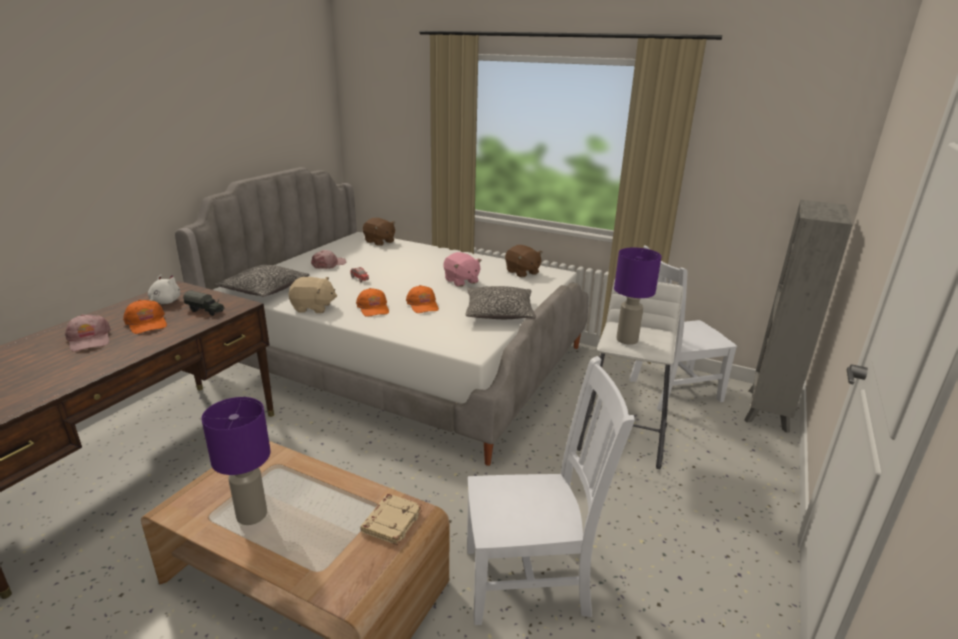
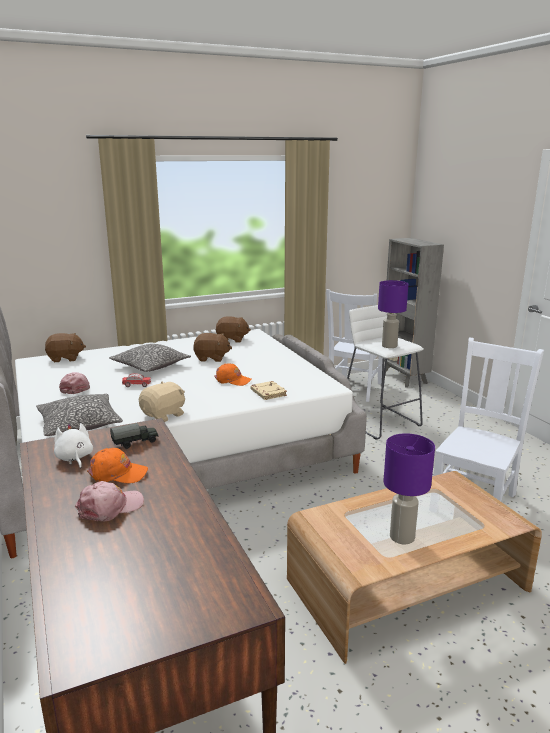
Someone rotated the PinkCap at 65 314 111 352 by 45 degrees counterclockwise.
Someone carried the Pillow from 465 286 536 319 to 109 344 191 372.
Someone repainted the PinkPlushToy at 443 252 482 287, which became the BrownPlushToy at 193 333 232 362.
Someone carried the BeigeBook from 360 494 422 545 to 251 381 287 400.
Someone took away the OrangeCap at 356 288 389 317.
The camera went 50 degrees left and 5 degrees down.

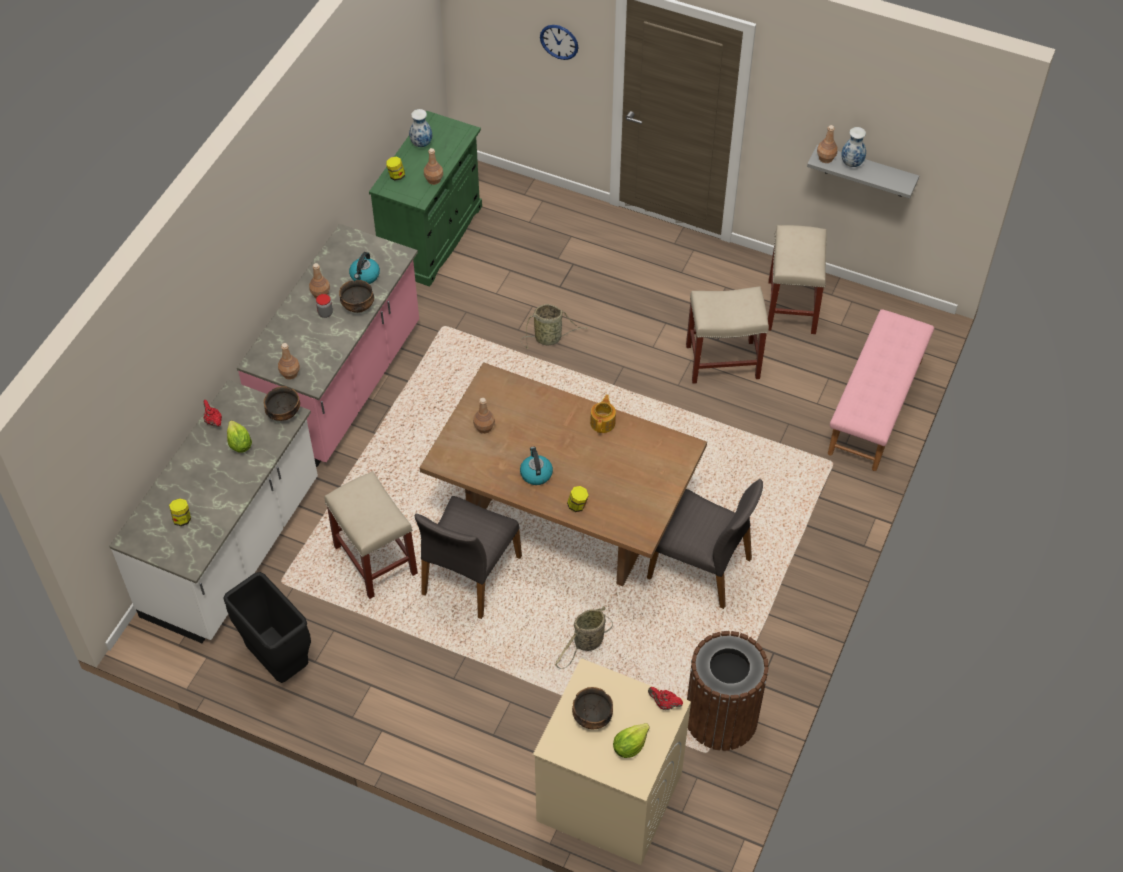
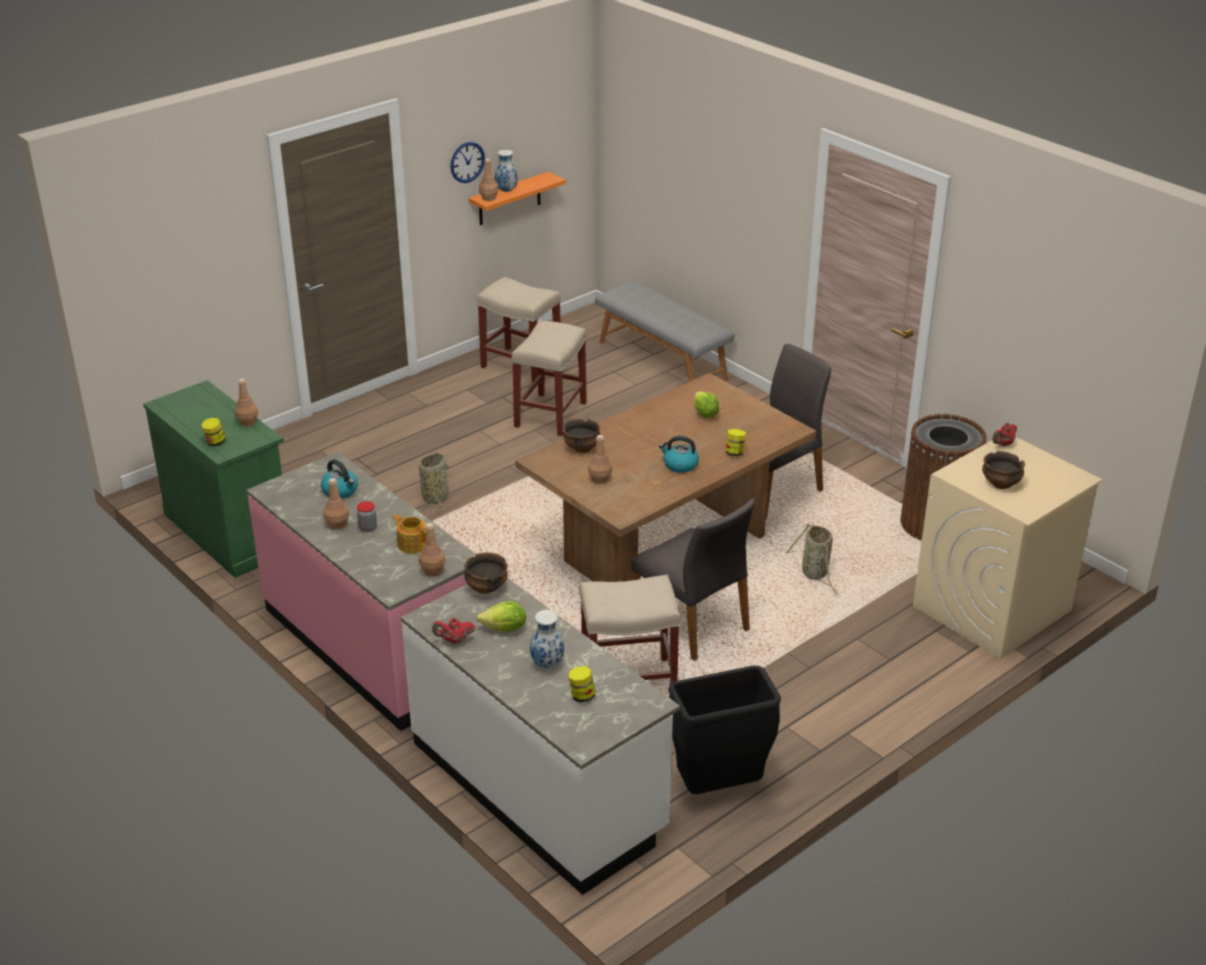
Someone carried the Teapot from 590 395 616 433 to 393 514 426 554.
Someone carried the WallClock from 540 25 578 60 to 450 142 485 183.
Someone repainted the GreyShelf at 807 145 919 198, which became the OrangeShelf at 469 172 566 225.
Someone carried the Vase from 409 109 432 147 to 530 610 564 668.
Someone carried the Bowl from 339 280 374 313 to 563 419 601 453.
Someone repainted the PinkBench at 828 309 934 471, which became the GreyBench at 595 282 735 382.
Someone carried the Lettuce from 613 723 650 758 to 694 391 719 418.
The camera went 65 degrees left and 20 degrees down.

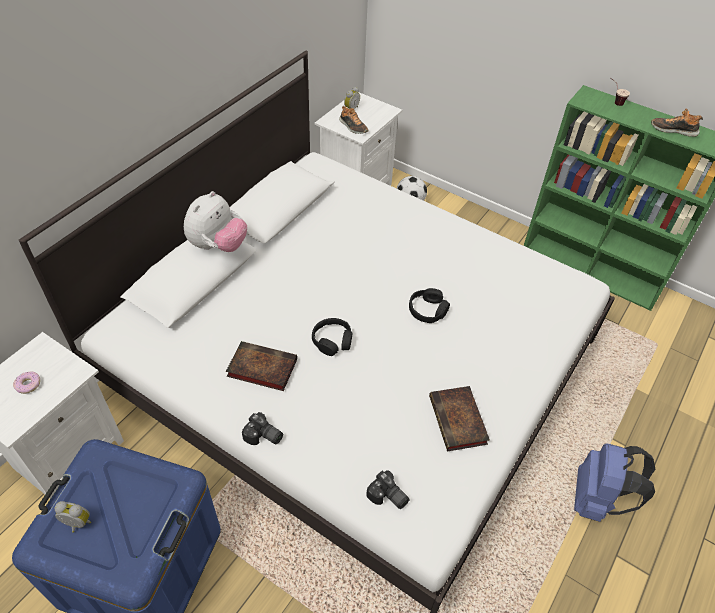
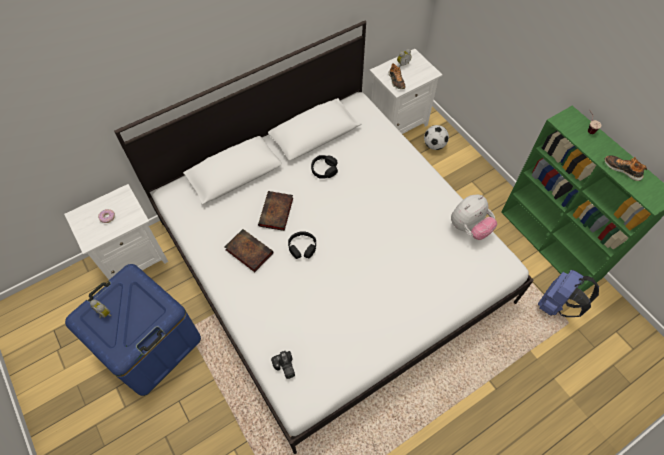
Someone carried the Book from 429 386 490 451 to 258 191 293 231.
Someone carried the BlackHeadphones from 409 288 450 323 to 311 155 338 179.
Someone carried the PlushToy from 184 191 247 252 to 451 195 497 240.
Someone carried the BlueBackpack from 574 444 656 522 to 538 270 599 317.
Someone took away the PhotoCamera at 242 412 283 445.
The camera went 25 degrees right and 10 degrees up.

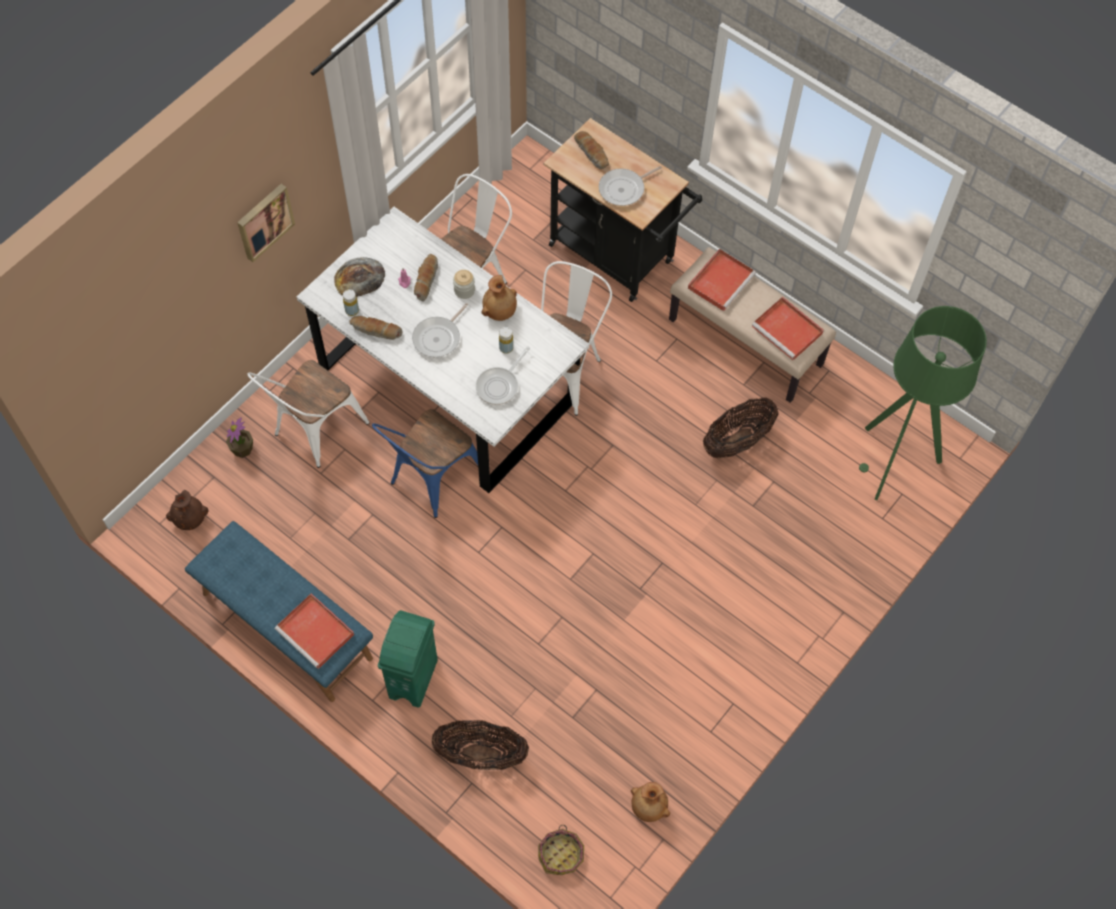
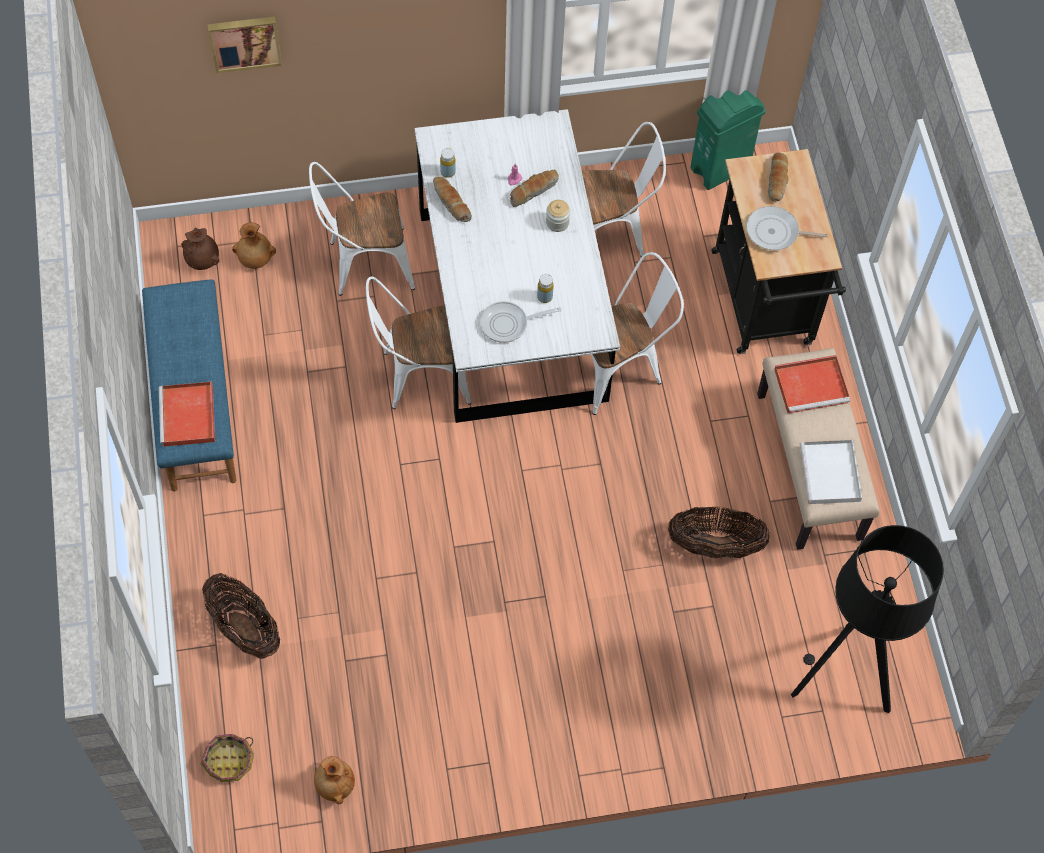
Someone carried the Picture from 237 184 295 262 to 207 17 282 73.
Someone carried the BrownVase from 482 275 517 321 to 232 222 276 269.
Someone repainted the BlueChair at 372 409 478 518, which became the WhiteChair at 366 276 471 409.
Someone carried the GreenTrashCan from 378 610 438 708 to 690 90 766 190.
Someone repainted the GreenFloorLamp at 859 306 987 500, which became the BlackFloorLamp at 791 525 944 713.
Someone repainted the RedTray at 752 297 824 360, which became the WhiteTray at 800 440 862 504.
Someone took away the PottedPlant at 226 417 253 458.
Someone took away the Bread at 334 257 385 297.
Someone took away the FryingPan at 412 303 468 357.
The camera went 40 degrees right and 0 degrees up.

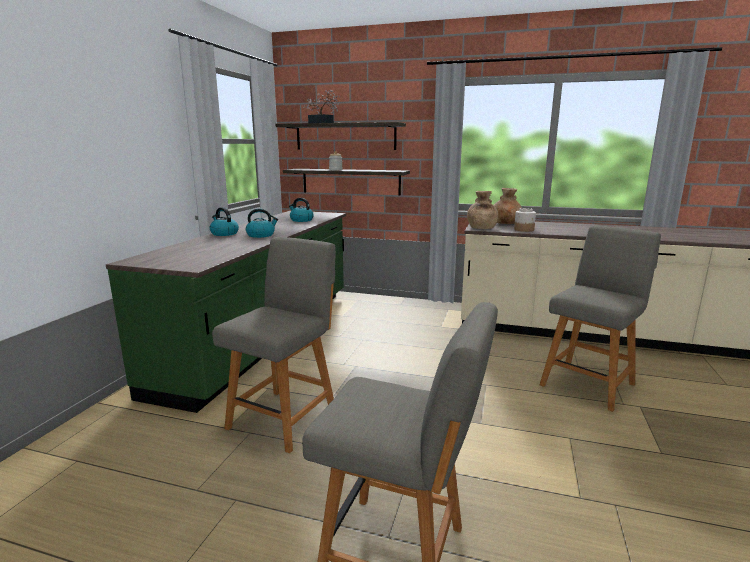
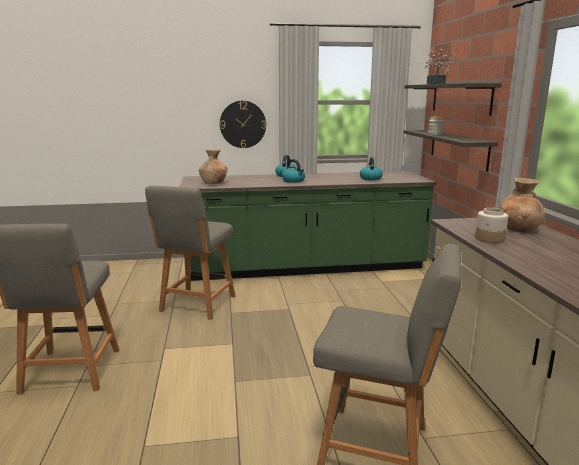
Someone rotated the GreyChair at 212 237 336 453 by 105 degrees clockwise.
Someone carried the BrownVase from 467 191 499 229 to 199 149 228 184.
Someone put up the WallClock at 220 101 266 148.
The camera went 65 degrees right and 0 degrees up.

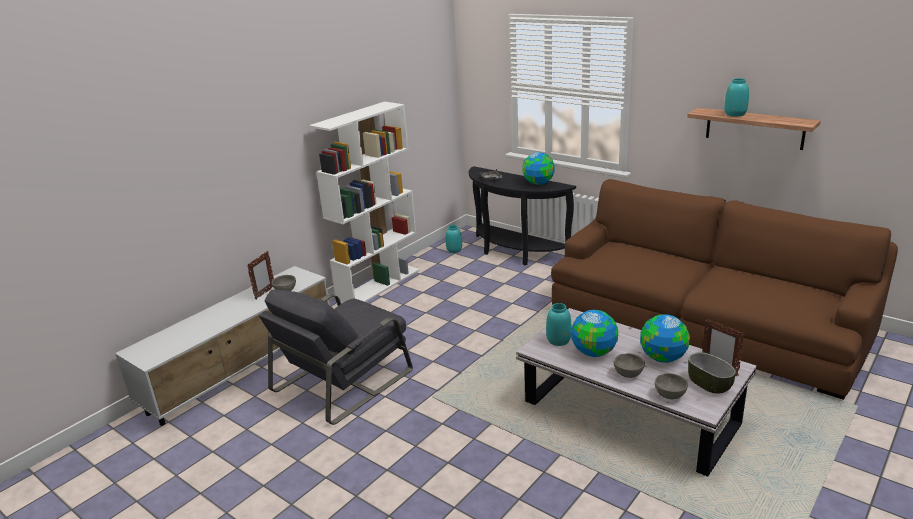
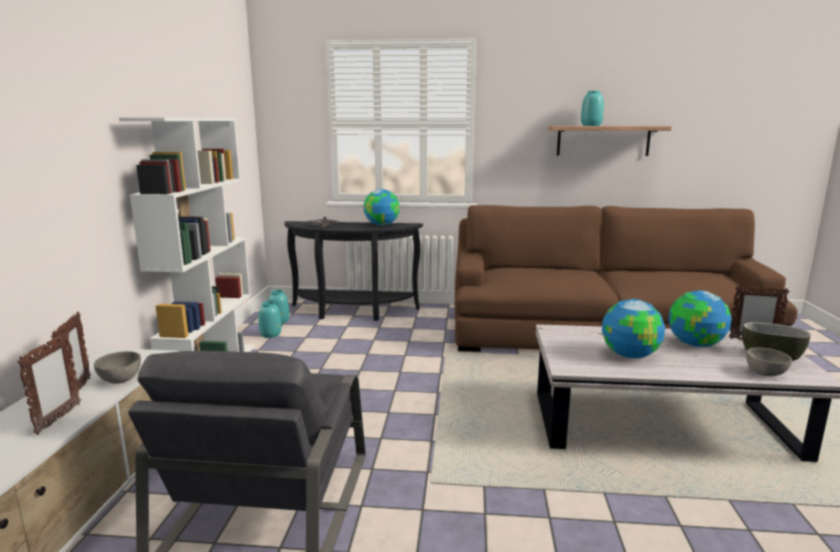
Someone put down the PictureFrame at 17 331 81 435.
Someone carried the TurquoiseVase from 546 303 572 346 to 259 301 282 338.
Someone took away the GreyBowl at 614 353 645 378.
The camera went 35 degrees left and 10 degrees down.

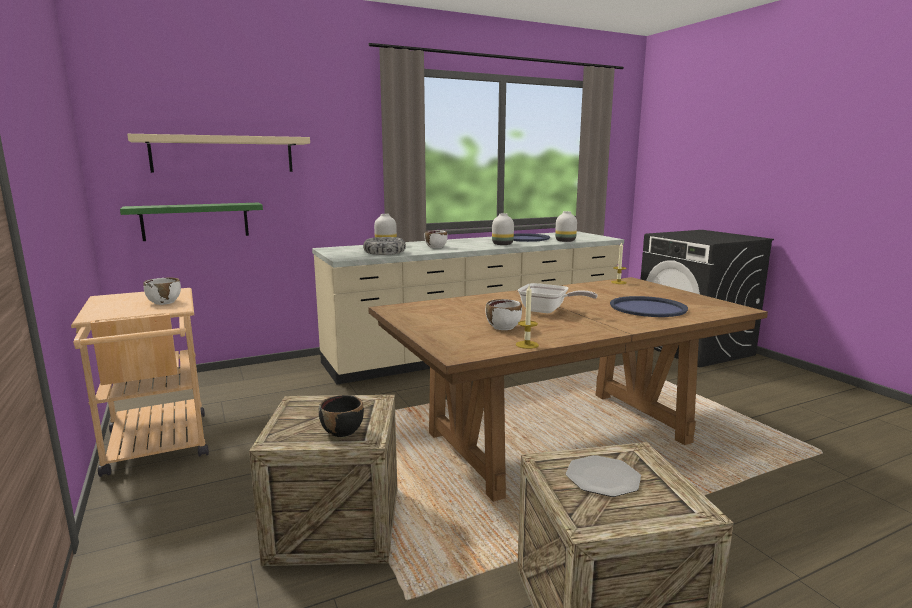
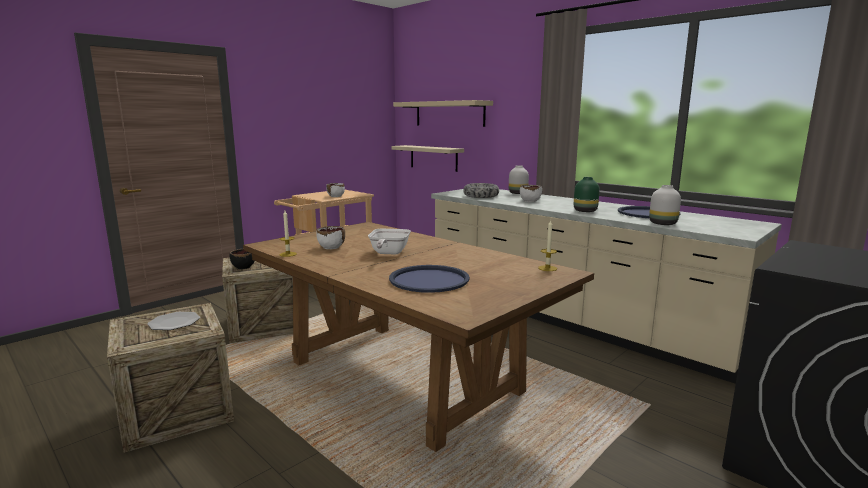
Someone repainted the GreenShelf at 120 203 263 241, which became the BeigeShelf at 392 145 464 172.
Someone repainted the WhiteVase at 492 213 514 245, which became the GreenVase at 574 177 600 212.
The camera went 70 degrees right and 0 degrees up.

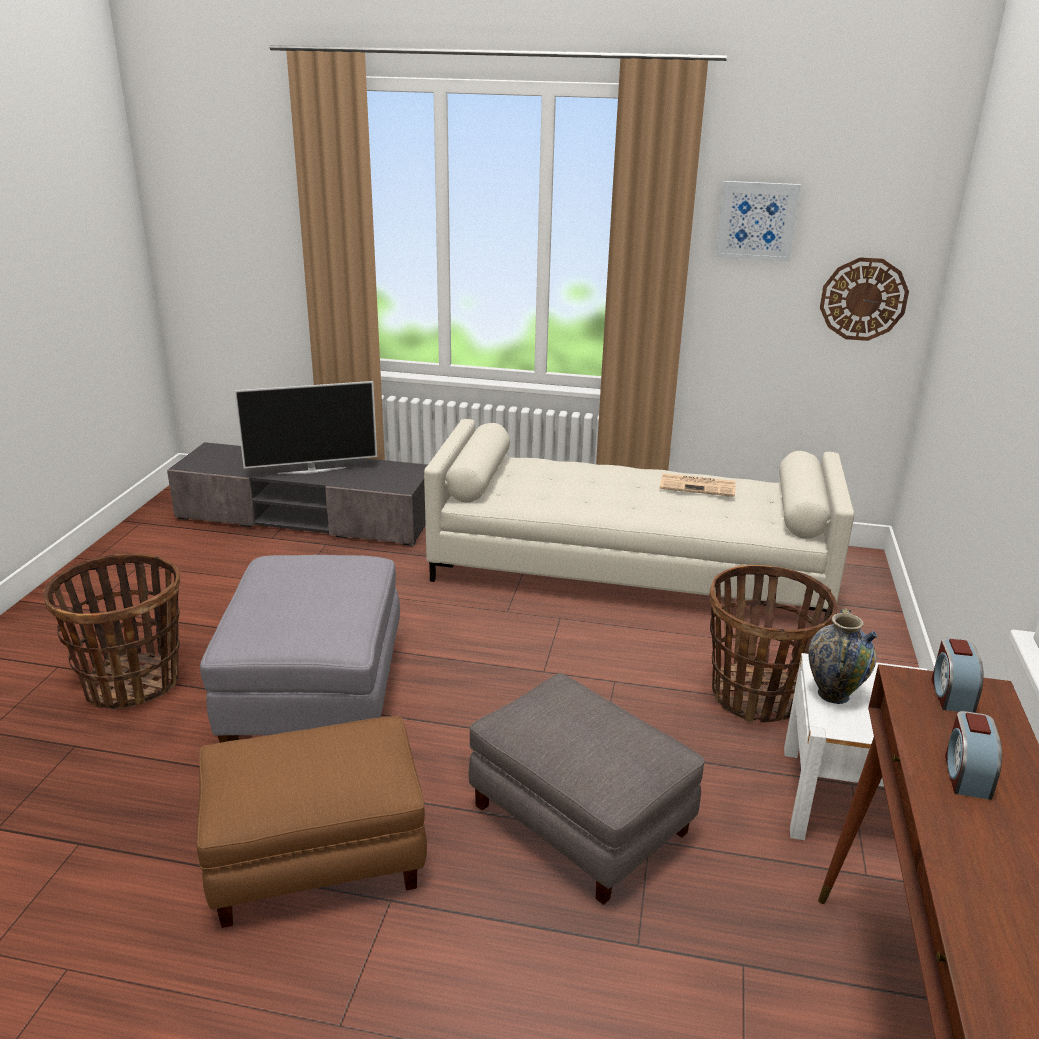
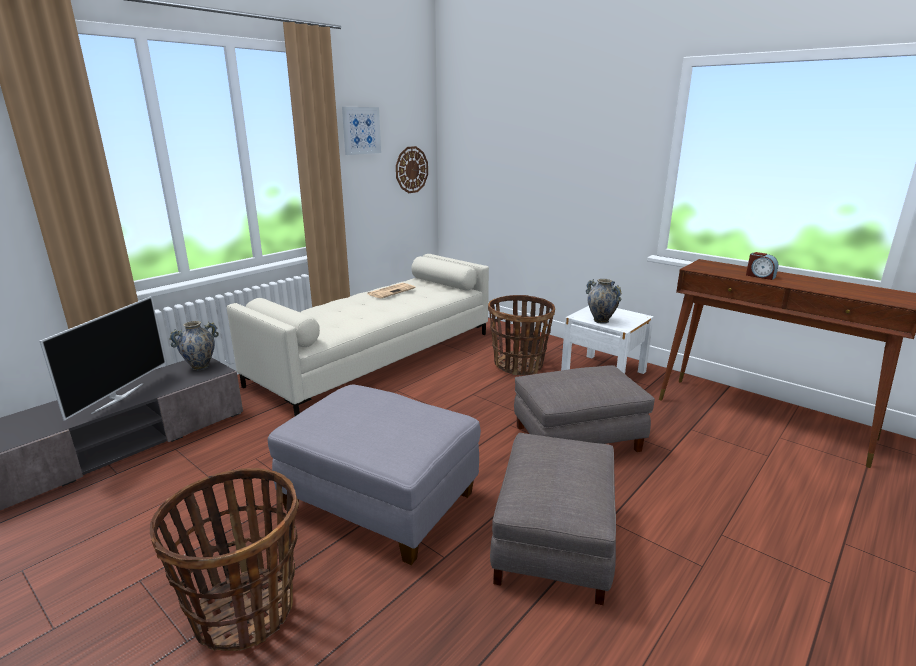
Someone put down the Vase at 169 321 219 370.
Someone repainted the BrownOttoman at 196 716 427 928, which became the GreyOttoman at 490 433 616 605.
Someone took away the AlarmClock at 931 638 984 713.
The camera went 60 degrees left and 5 degrees down.

